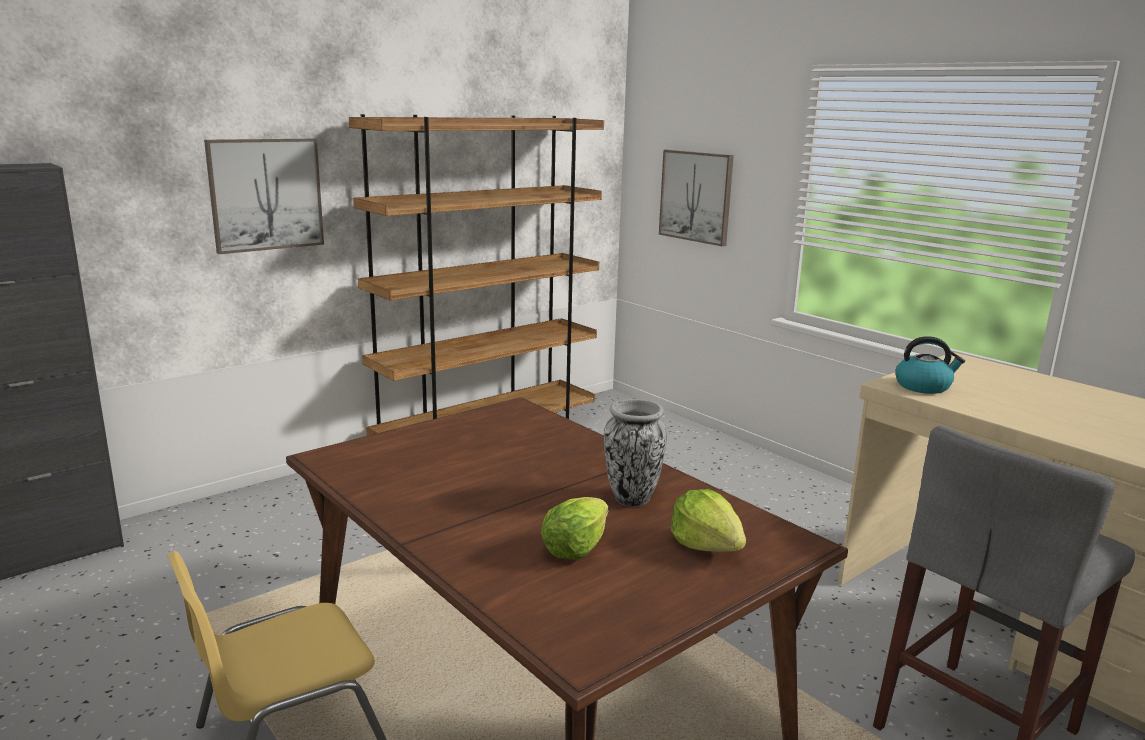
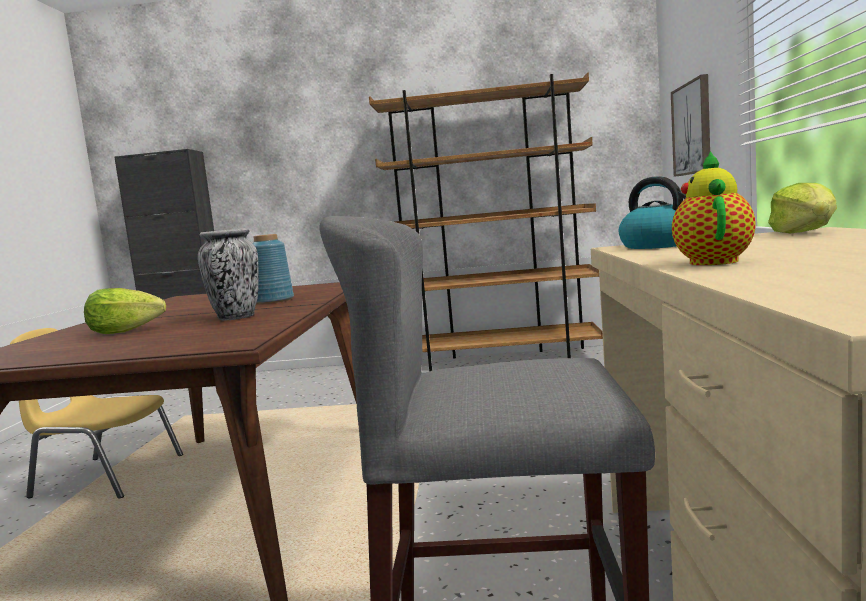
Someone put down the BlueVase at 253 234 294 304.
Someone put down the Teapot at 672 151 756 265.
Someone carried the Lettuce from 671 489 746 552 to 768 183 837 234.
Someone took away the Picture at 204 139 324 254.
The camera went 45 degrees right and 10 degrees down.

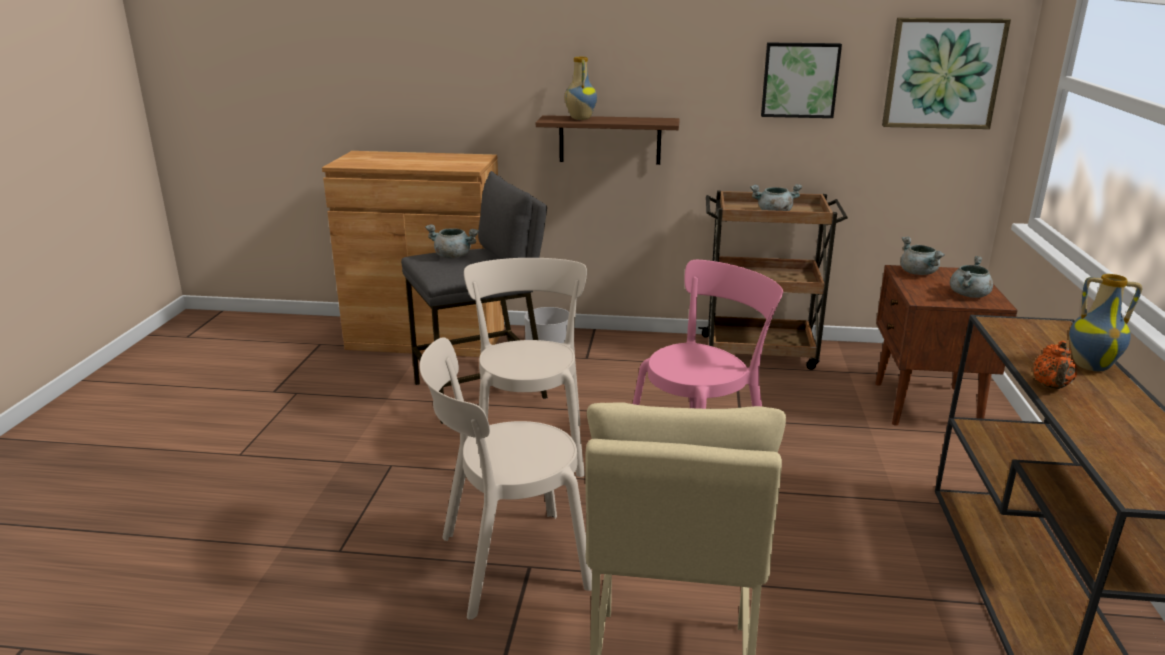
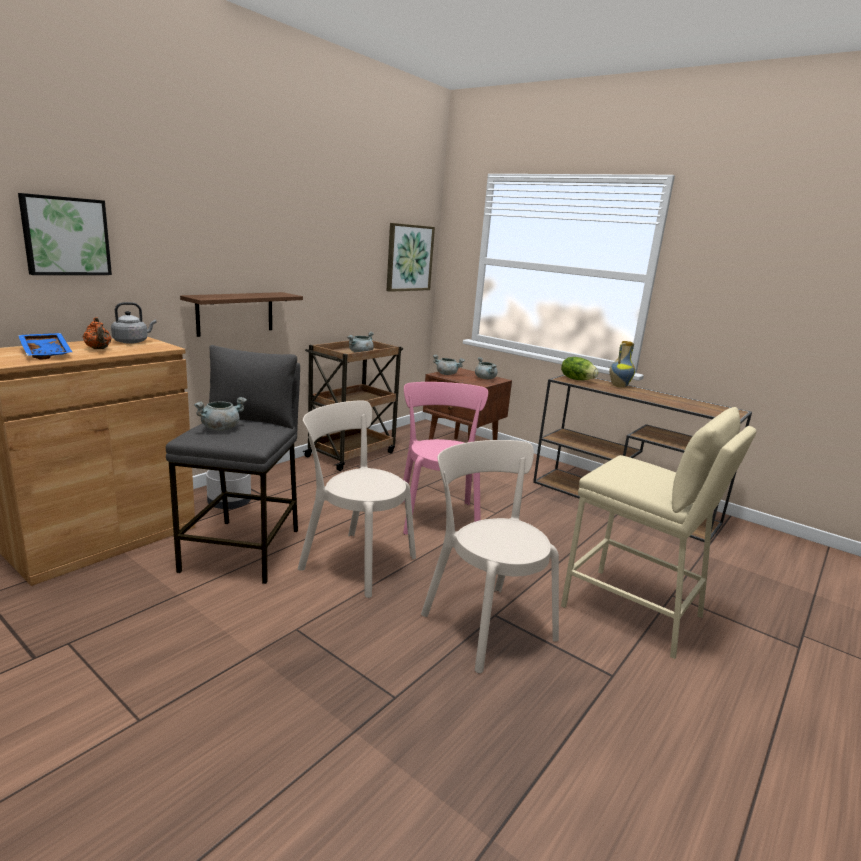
Someone carried the Picture from 761 42 842 118 to 18 193 112 275.
Someone put down the BlueTray at 18 333 72 360.
Someone carried the OrangeTeapot from 1033 341 1077 389 to 83 317 111 349.
Someone put down the GreyKettle at 111 302 157 344.
Someone rotated the BeigeChair at 419 337 592 620 by 135 degrees clockwise.
Someone put down the Lettuce at 561 357 599 380.
Someone took away the Vase at 565 57 597 120.
The camera went 60 degrees left and 5 degrees down.

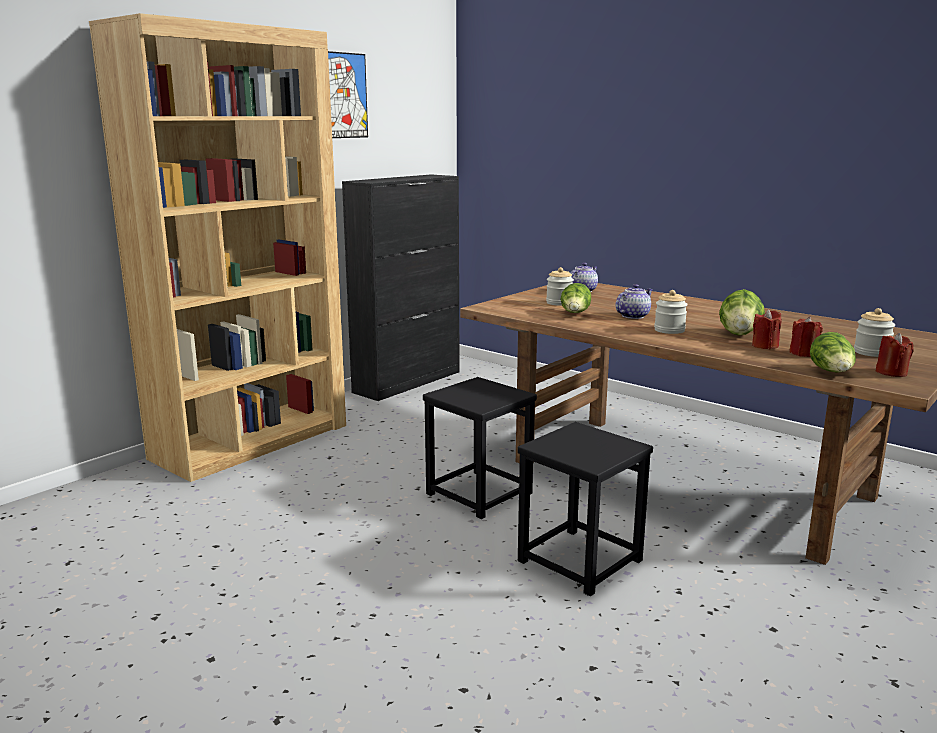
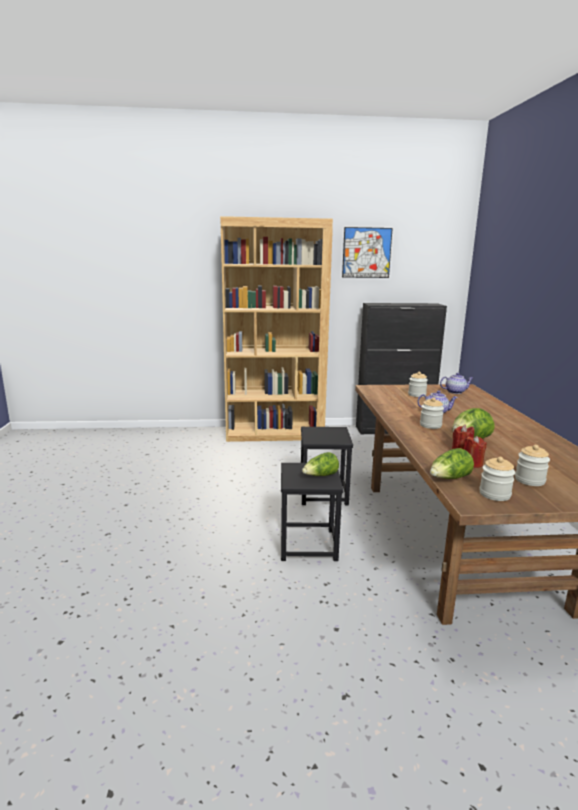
Someone carried the Lettuce from 560 283 591 313 to 302 452 339 476.
Someone swapped the RedCandle at 876 333 914 377 for the Jar at 479 457 515 501.
The camera went 45 degrees right and 0 degrees up.

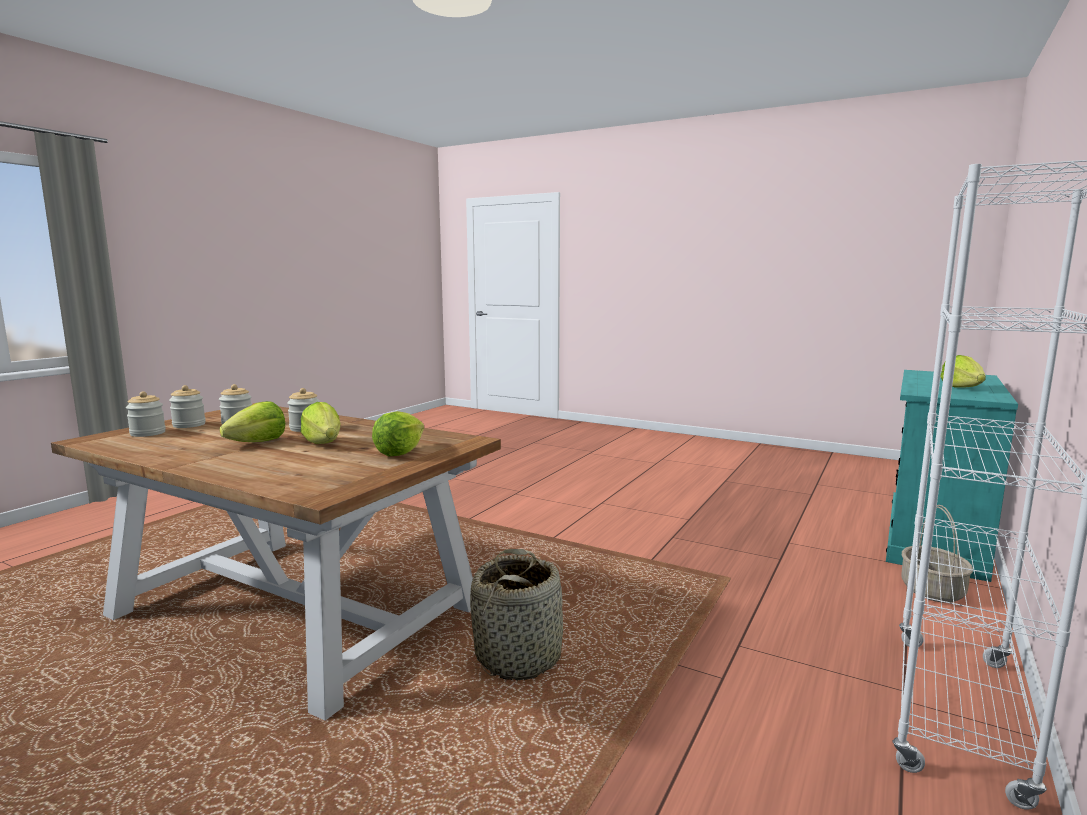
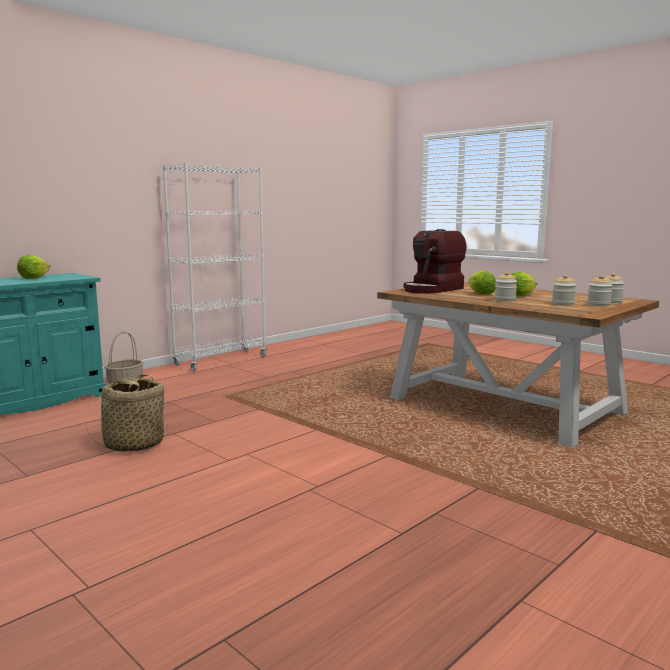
Someone carried the Basket from 470 549 563 680 to 87 374 169 451.
Someone swapped the Lettuce at 372 411 424 456 for the CoffeeMachine at 404 229 467 294.
The camera went 165 degrees left and 0 degrees up.

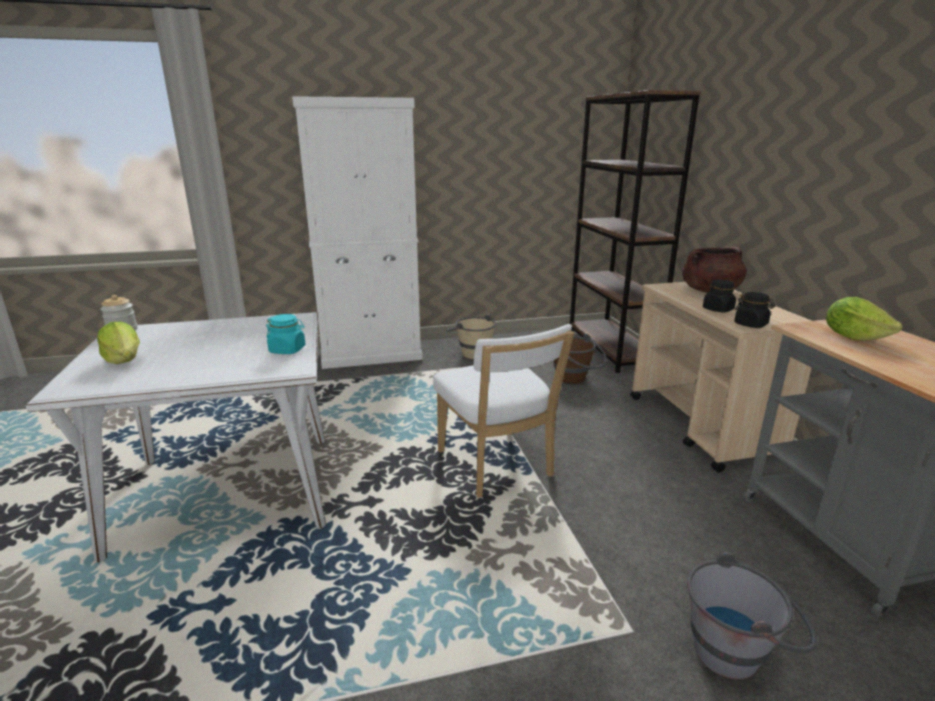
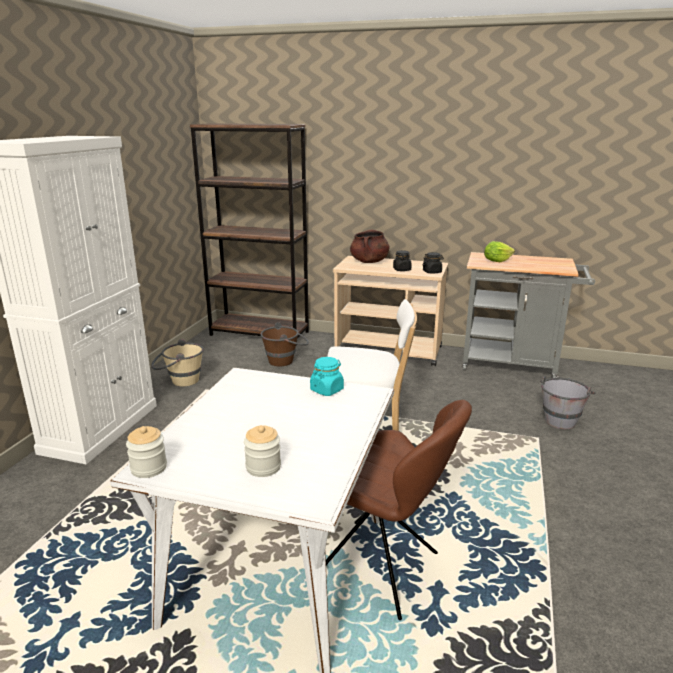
Someone swapped the Lettuce at 97 322 140 364 for the Jar at 244 425 281 477.
Someone put down the BrownChair at 326 400 472 620.
The camera went 60 degrees left and 0 degrees up.

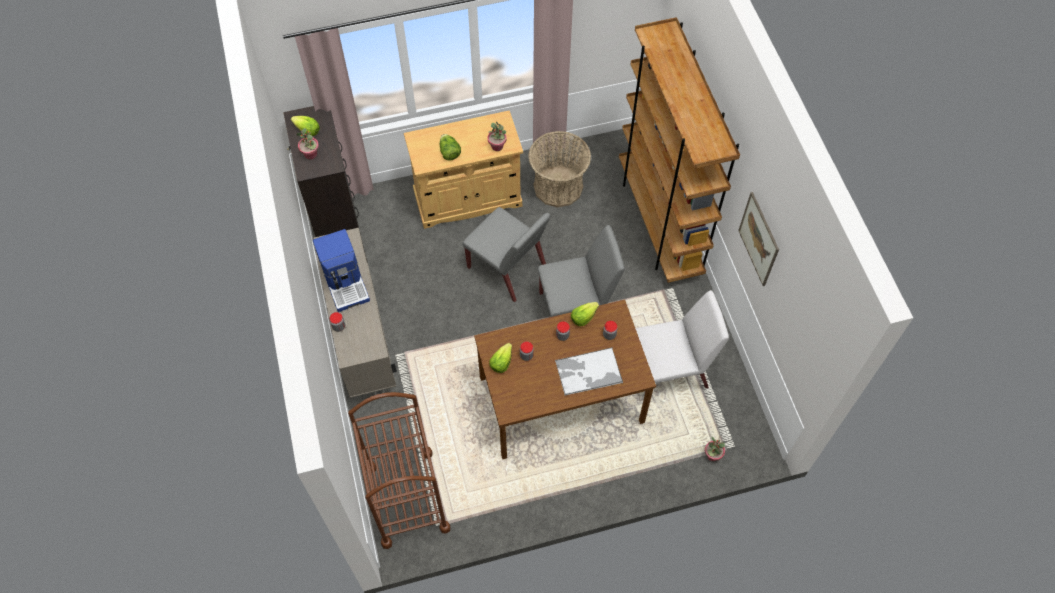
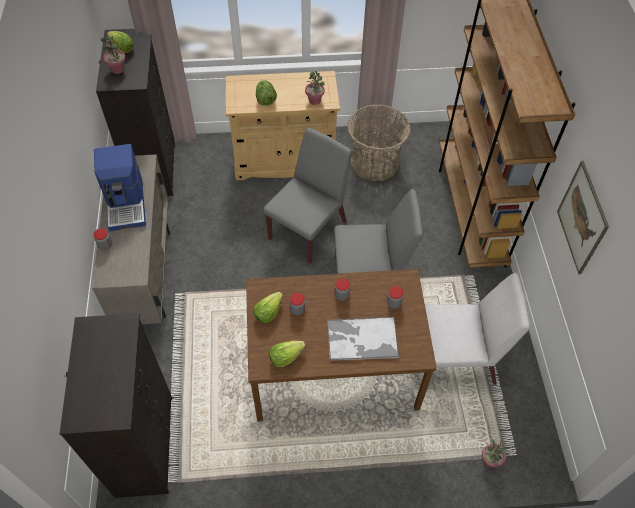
Someone swapped the BrownCart at 348 392 450 549 for the BlackDresser at 60 313 173 498.
Someone rotated the GreyChair at 462 207 550 302 by 105 degrees counterclockwise.
Someone carried the Lettuce from 571 302 599 326 to 269 341 306 367.
The camera went 10 degrees right and 5 degrees down.

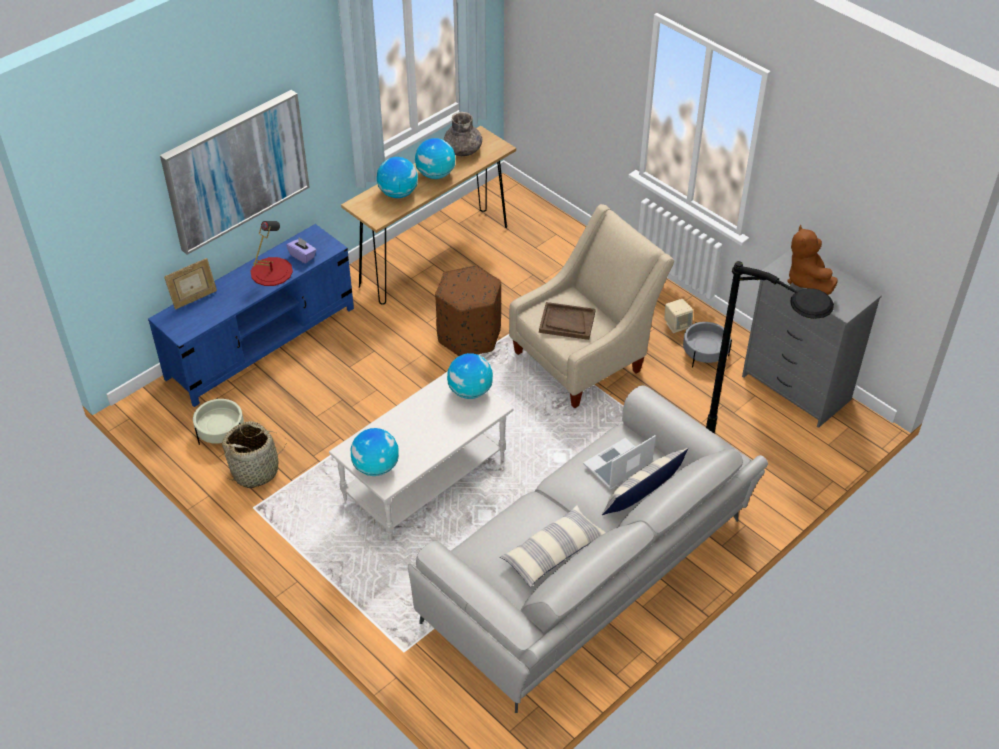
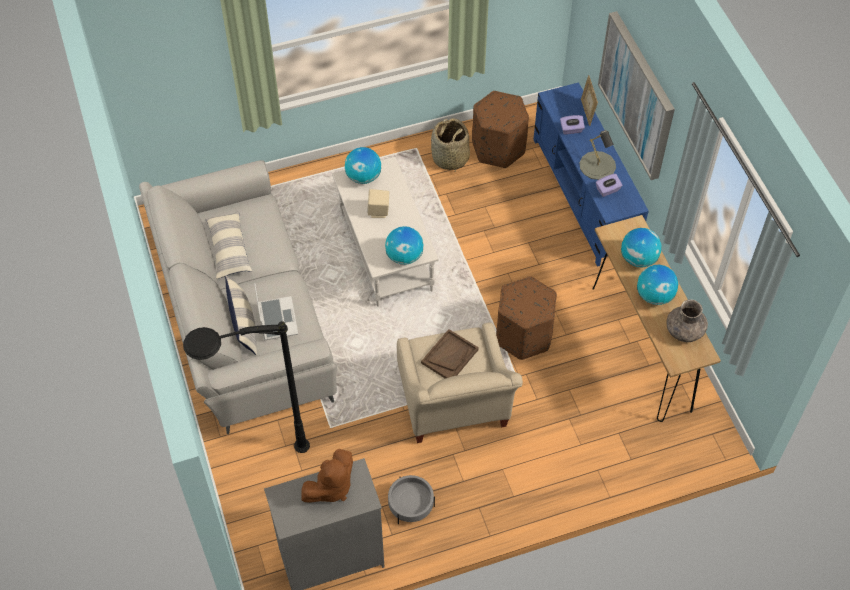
Someone rotated the BrownPlushToy at 787 224 838 295 by 120 degrees clockwise.
Someone carried the BeigeSpeaker from 664 299 693 333 to 367 189 389 218.
Someone swapped the BeigePlanter at 193 398 244 445 for the BrownOttoman at 472 91 529 168.
Someone put down the PurpleTissueBox at 560 115 585 135.
Someone repainted the RedTableLamp at 250 221 293 286, which became the GreyTableLamp at 579 130 616 180.
The camera went 115 degrees right and 10 degrees up.

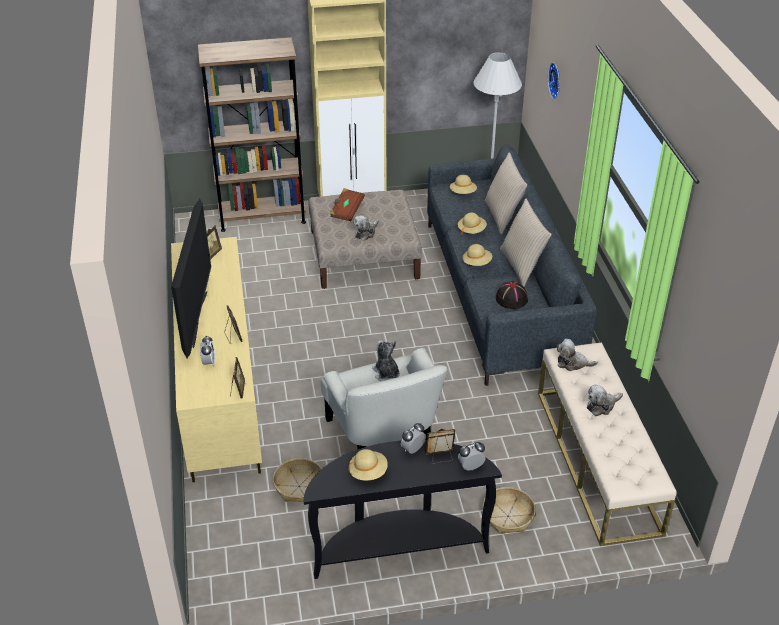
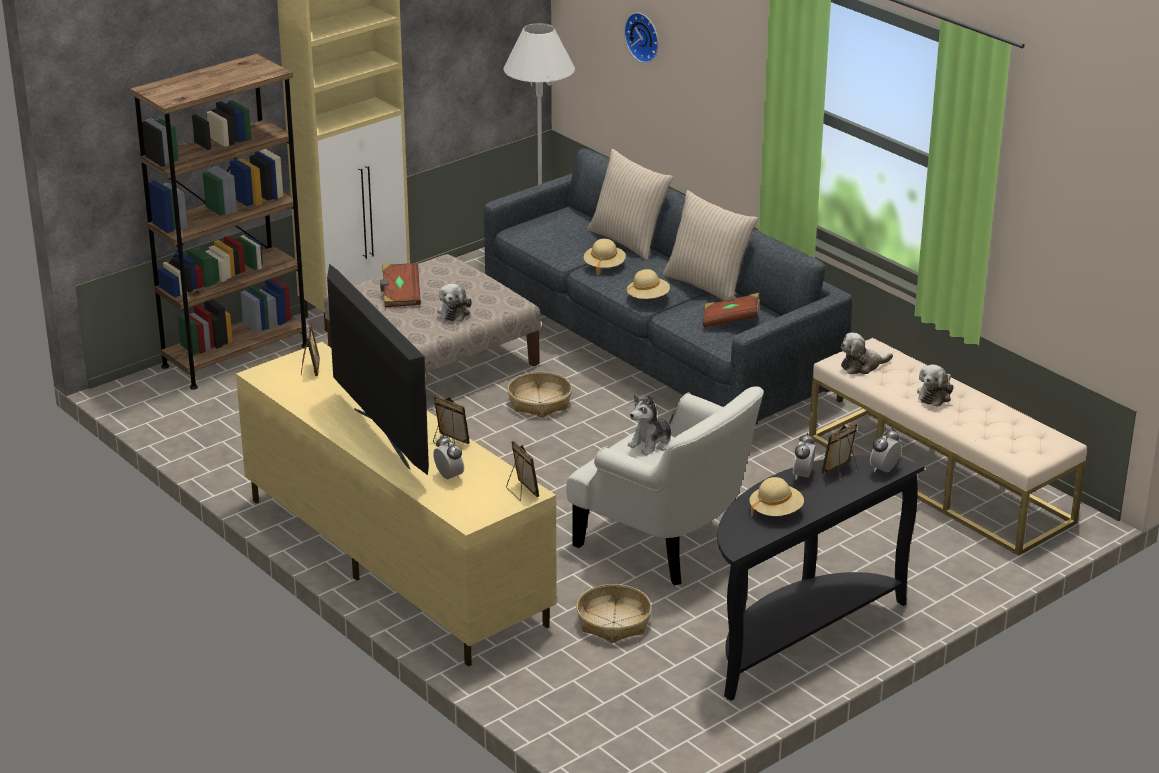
Someone carried the Basket from 483 487 536 534 to 508 372 572 418.
Someone rotated the PlushToy at 372 340 400 381 by 75 degrees counterclockwise.
Someone swapped the BlackHat at 496 281 528 309 for the BrownBook at 702 293 760 327.
Someone took away the BeigeHat at 450 175 477 194.
The camera went 30 degrees left and 10 degrees down.

